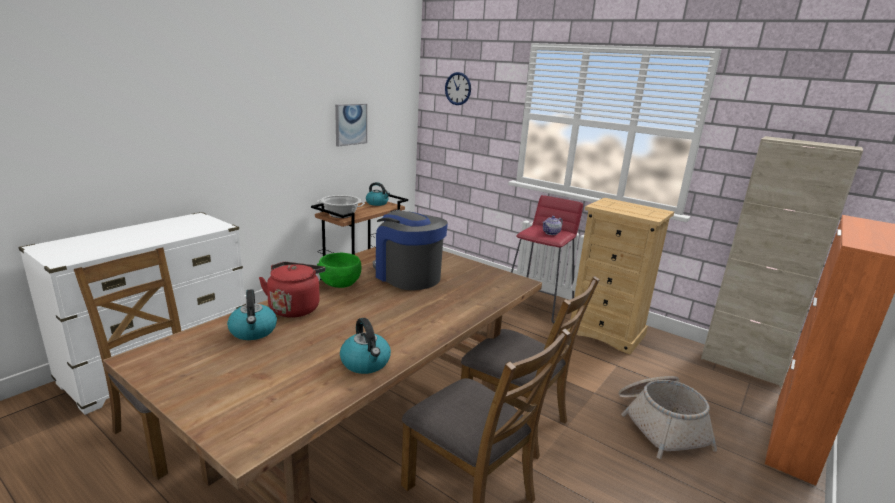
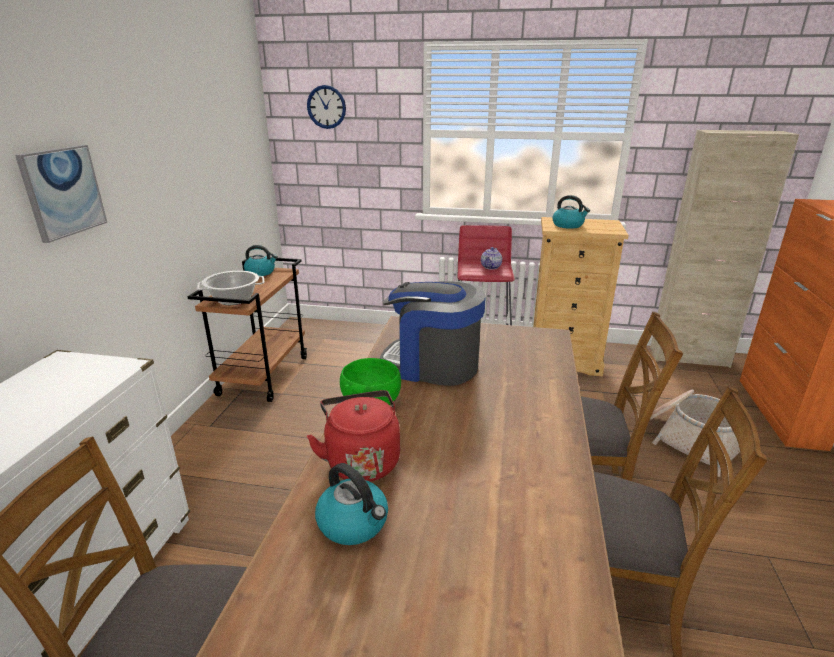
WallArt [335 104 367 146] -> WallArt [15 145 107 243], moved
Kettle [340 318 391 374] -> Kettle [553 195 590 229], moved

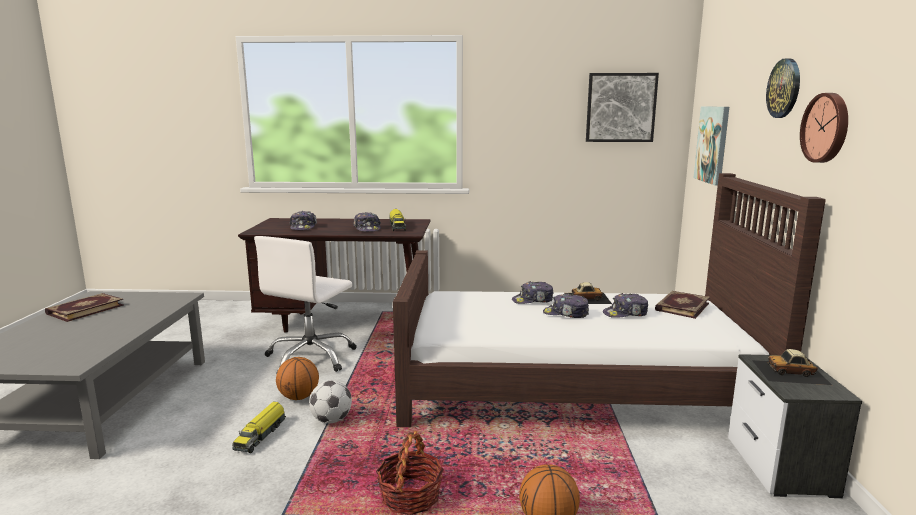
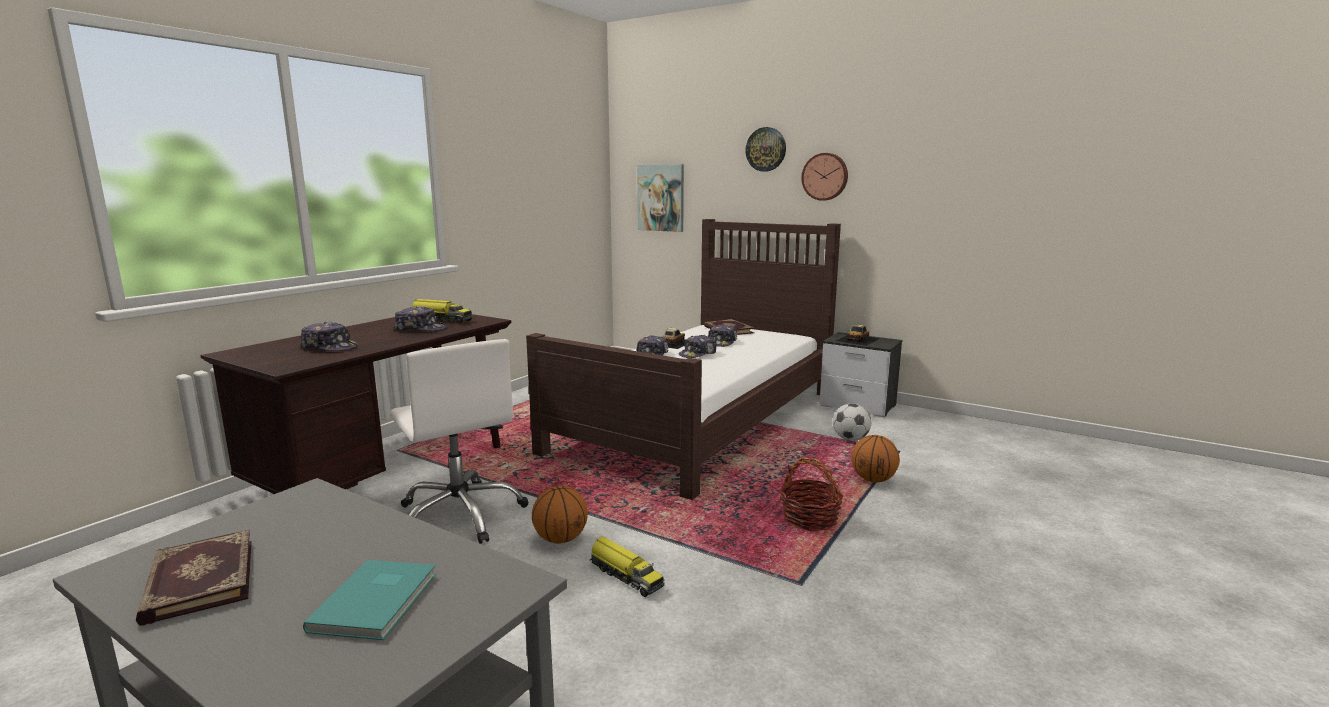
WallArt [586 73 659 142] -> none
FootballBall [309 380 352 423] -> FootballBall [833 403 871 441], moved
none -> BlueGreenBoundBook [303 560 436 640]

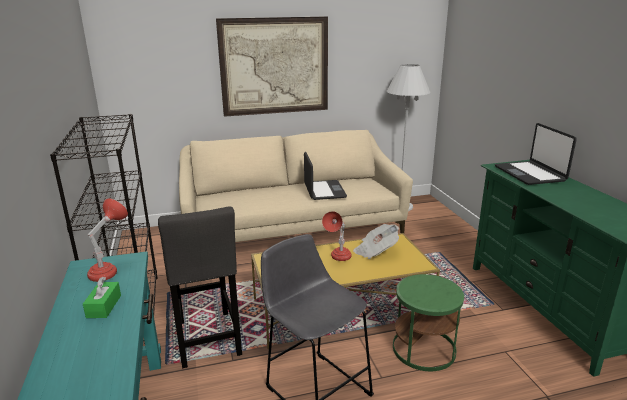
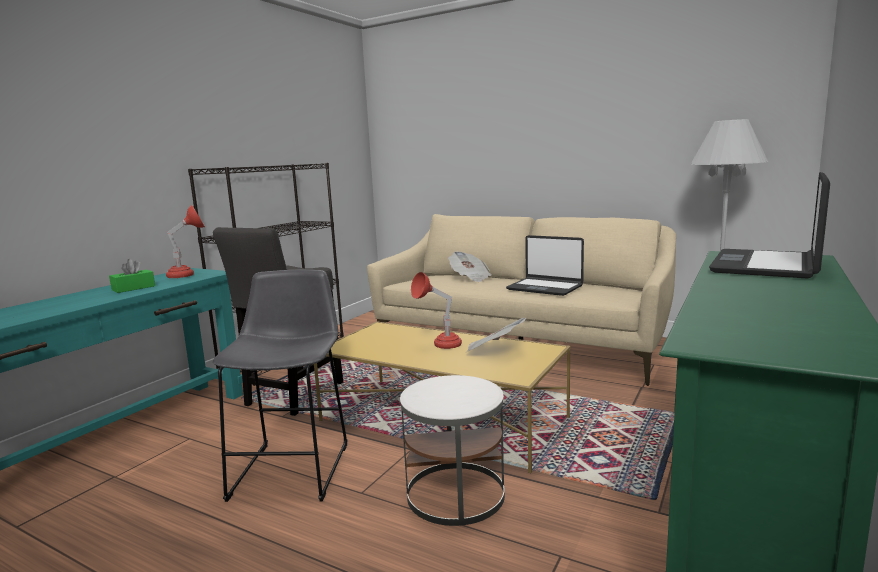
WallArt [216 16 328 117] -> none
Laptop [304 152 347 200] -> Laptop [506 235 584 296], 90 degrees clockwise
GreenishEndTable [393 274 464 371] -> WhiteColouredEndTable [400 375 505 526]
none -> PrintedPaper [448 251 492 282]

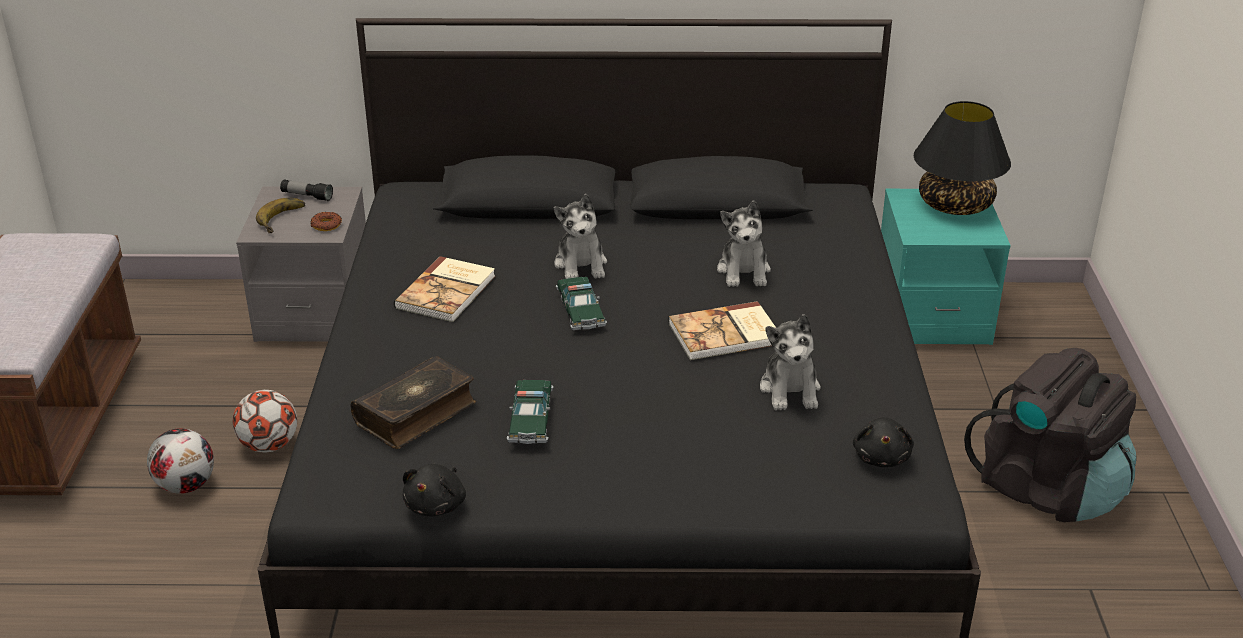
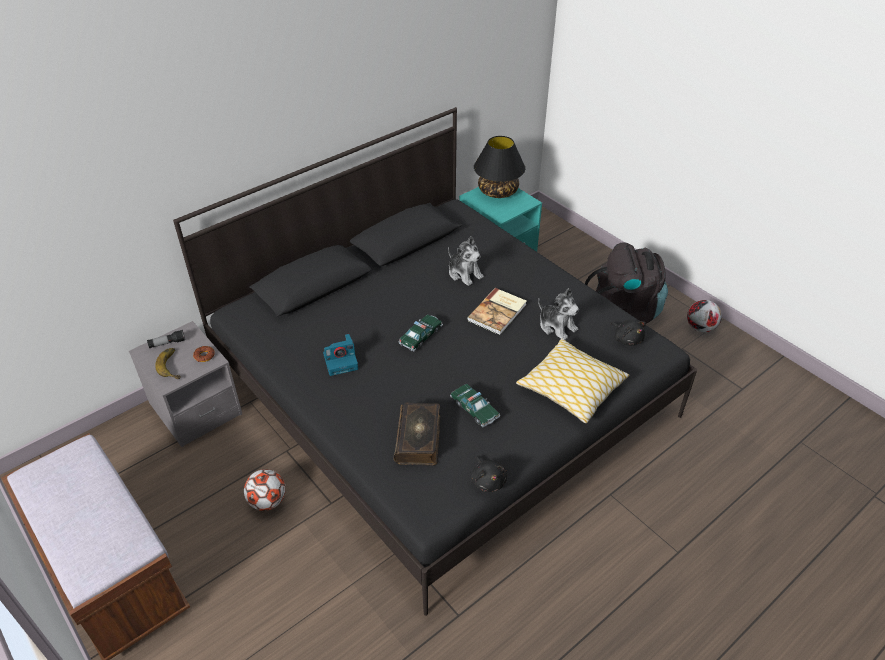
SoftToy [554 194 607 279] -> none
BoundBook [394 256 495 322] -> StillCamera [323 334 358 376]
ToyCar [556 277 607 330] -> ToyCar [398 314 443 351], 90 degrees counterclockwise
FootballBall [147 428 214 494] -> FootballBall [687 300 722 332], moved
none -> Pillow [516 339 629 423]

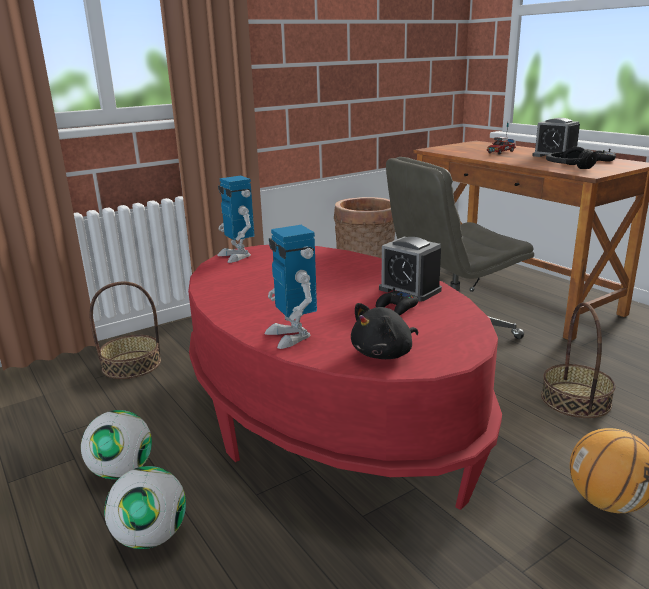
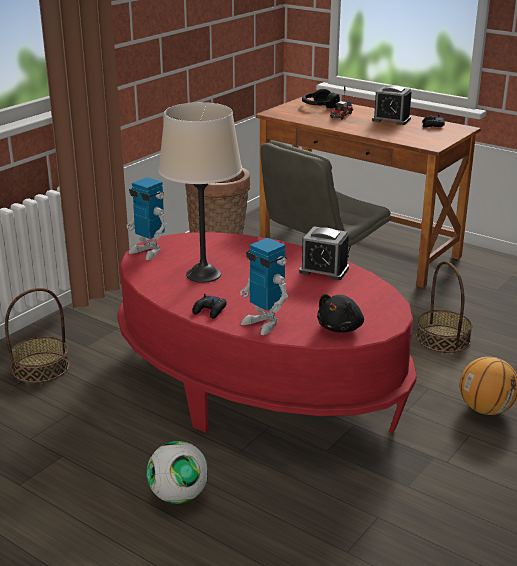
BlackColouredHeadset [546 147 597 169] -> BlackColouredHeadset [302 89 340 108], moved
BlackColouredGamepad [376 288 419 315] -> BlackColouredGamepad [192 294 227 319], moved
FootballBall [81 410 152 479] -> none
none -> BeigeColouredTableLamp [158 102 242 283]

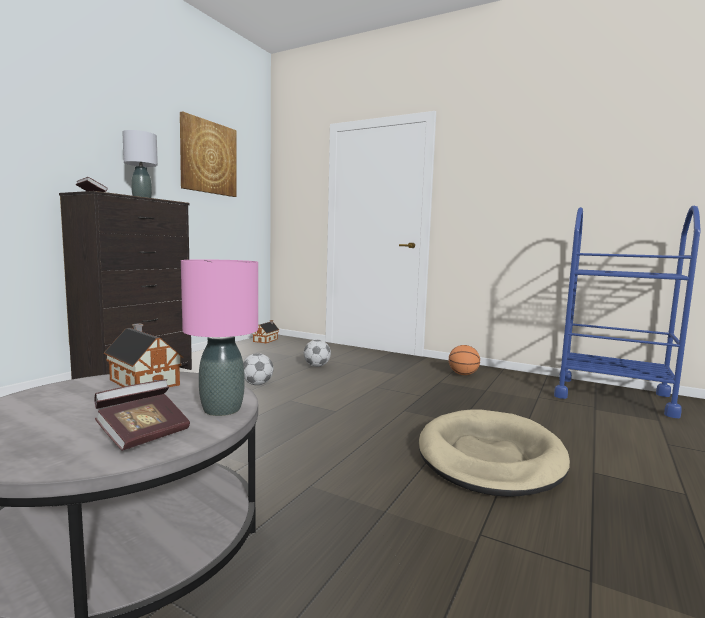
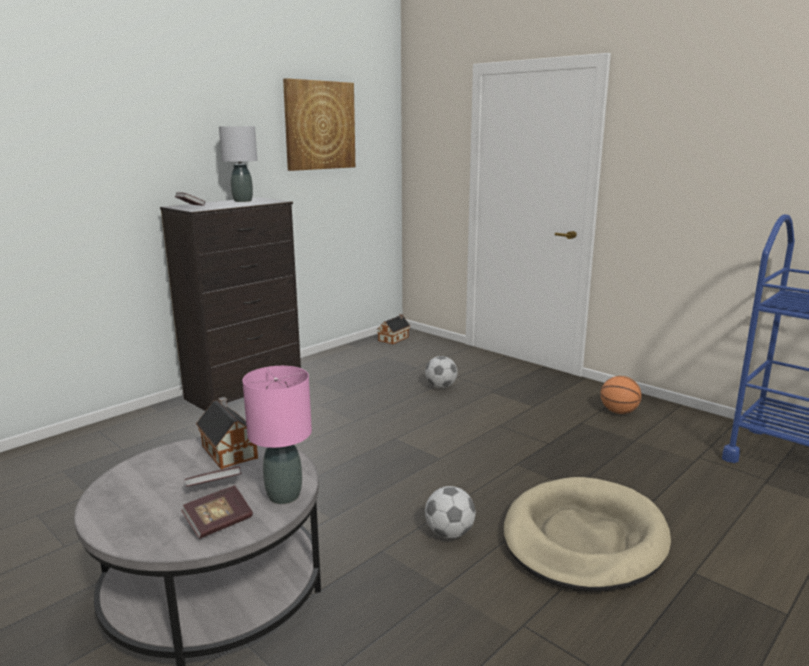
FootballBall [243 353 273 385] -> FootballBall [425 486 476 539], moved

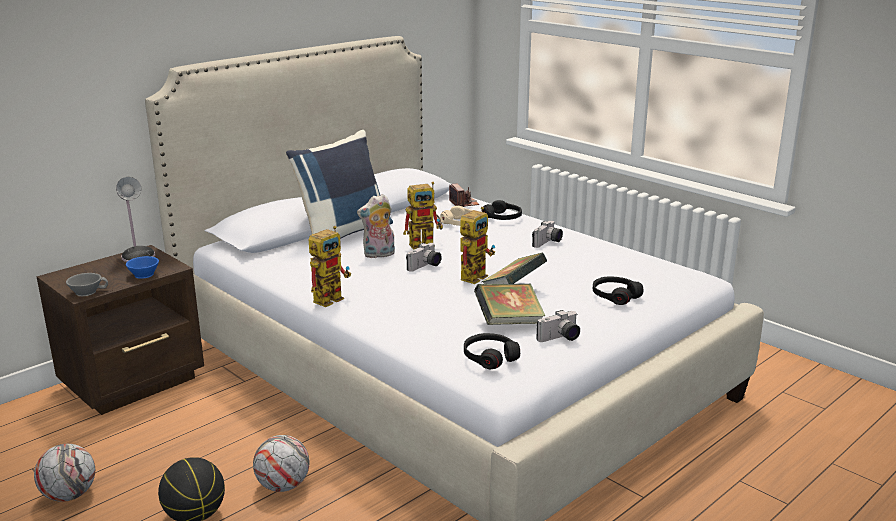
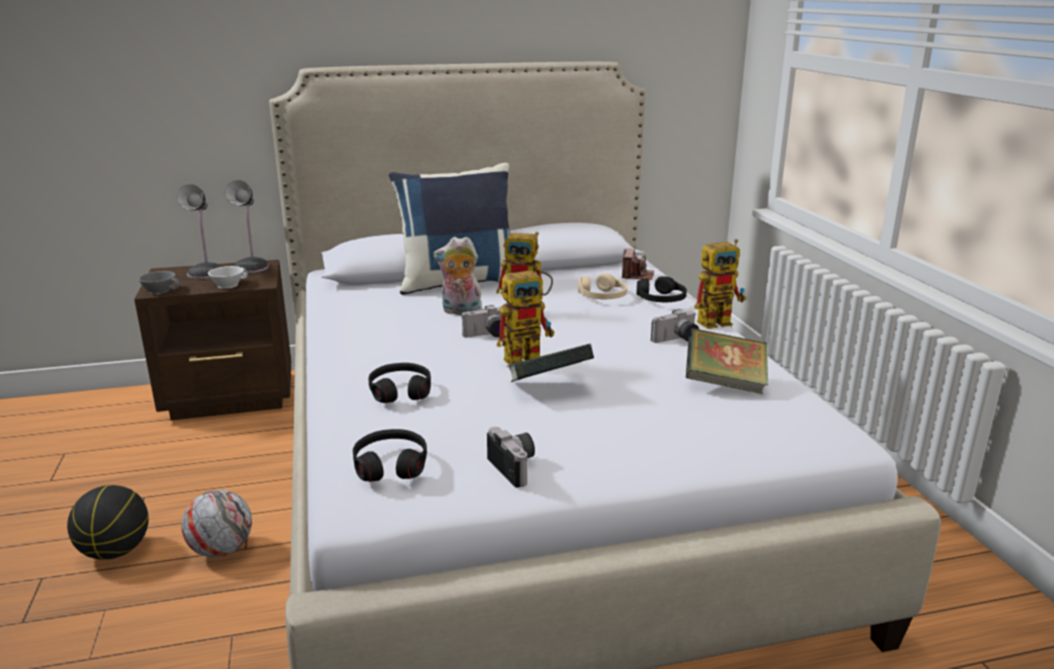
RobotFigure [308 226 351 307] -> RobotFigure [694 239 746 329], moved
BluishSmallCup [126 256 159 279] -> WhiteColouredSmallCup [208 266 248 289]
BlackColouredHeadset [593 277 644 305] -> BlackColouredHeadset [368 363 431 403], moved
BoundBook [474 283 546 325] -> BoundBook [686 328 768 394], moved
StillCamera [536 310 580 342] -> StillCamera [487 427 535 488], 120 degrees counterclockwise
FootballBall [34 444 95 502] -> none
none -> TableLamp [177 184 222 279]

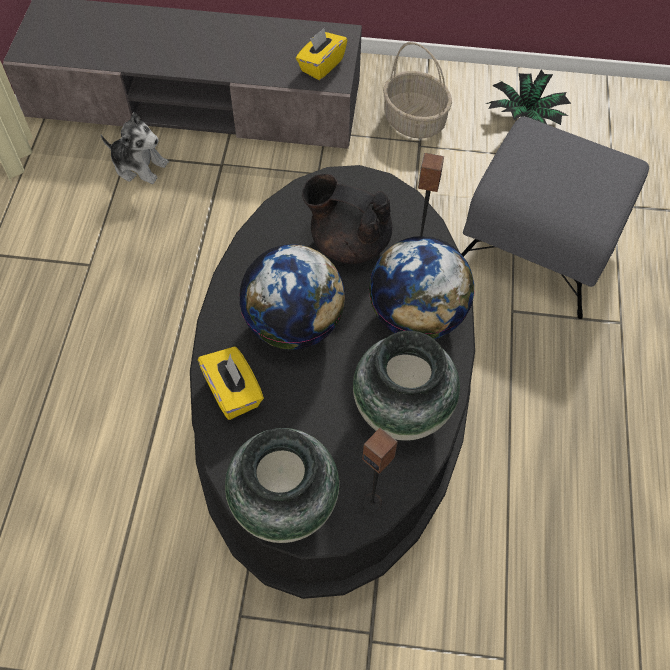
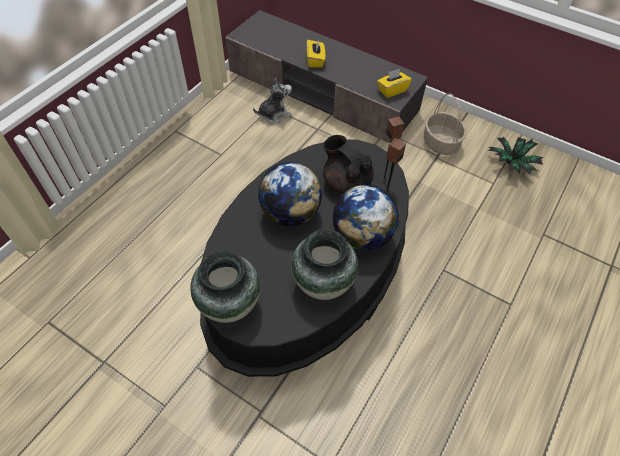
SoftToy [101 112 169 184] -> SoftToy [253 78 292 123], 75 degrees counterclockwise
GreyPouffe [461 117 649 319] -> none
YellowBoxOfTissues [198 346 264 420] -> YellowBoxOfTissues [306 40 325 67], moved
Speaker [362 428 398 512] -> Speaker [379 116 404 183], moved

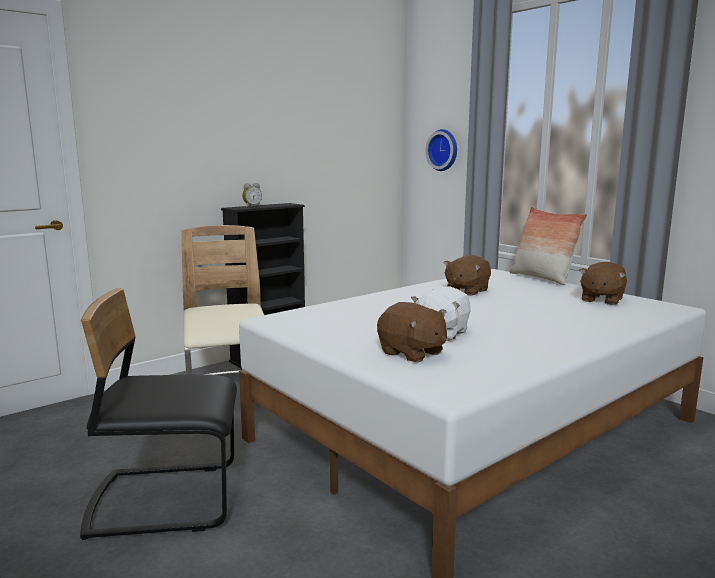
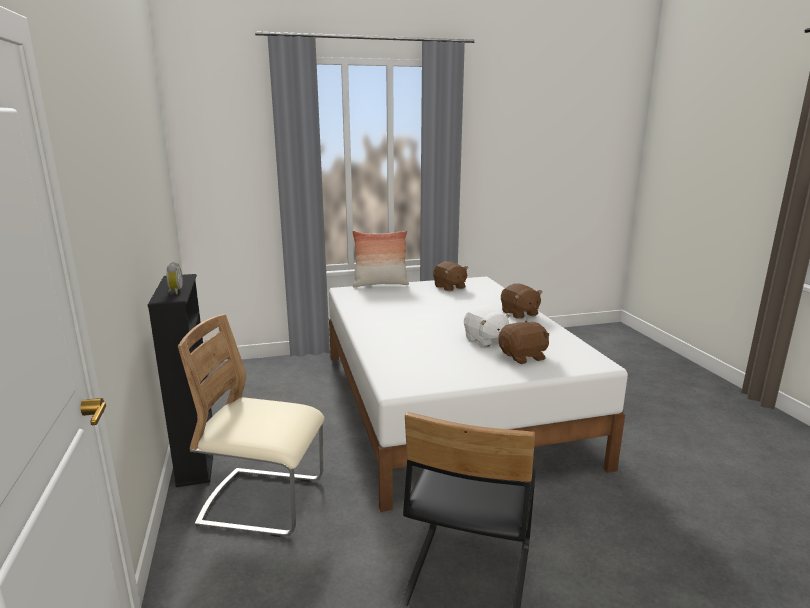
WallClock [425 129 457 171] -> none
BrownColouredSoftToy [444 255 491 296] -> BrownColouredSoftToy [501 283 542 319], moved

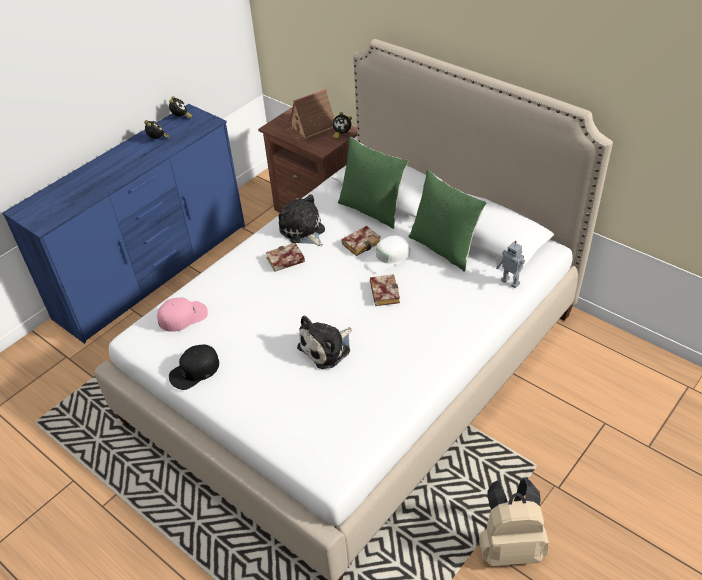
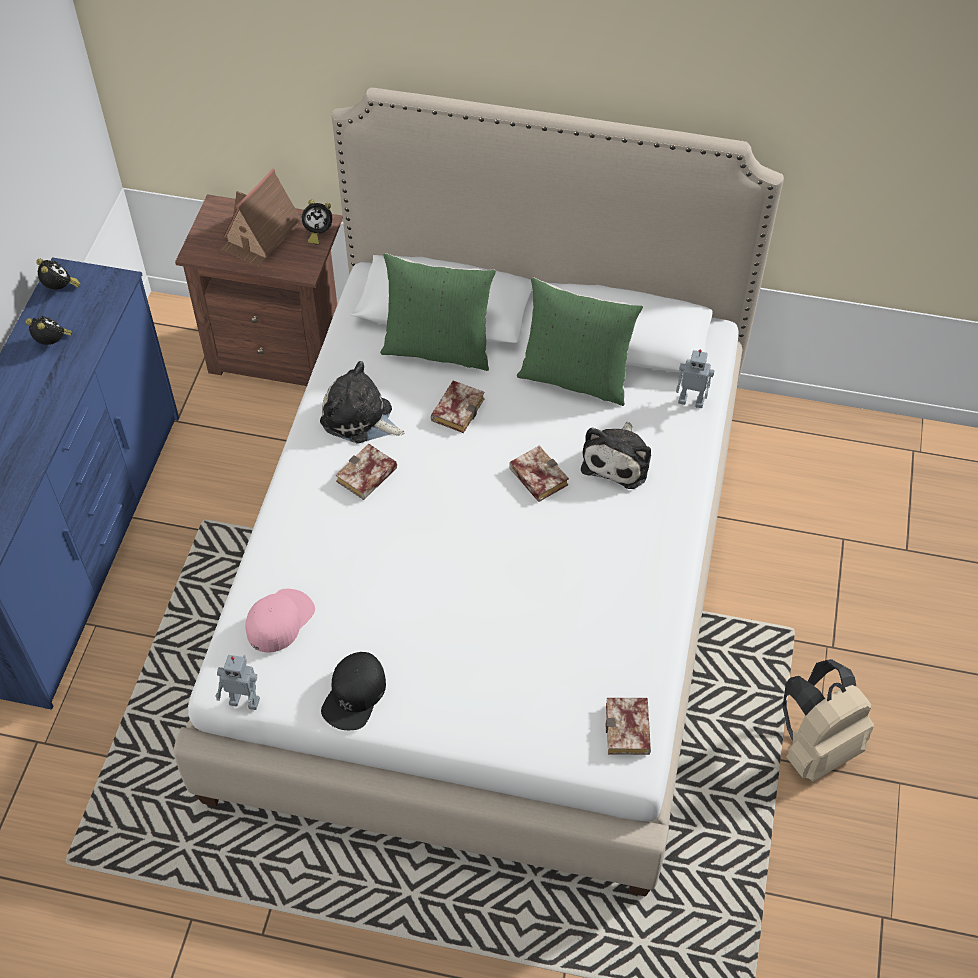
WhiteColouredBaseballCap [364 235 410 274] -> none
SoftToy [297 316 352 369] -> SoftToy [581 422 651 489], moved
none -> RobotFigure [215 655 260 710]
none -> BoundBook [606 698 651 755]

